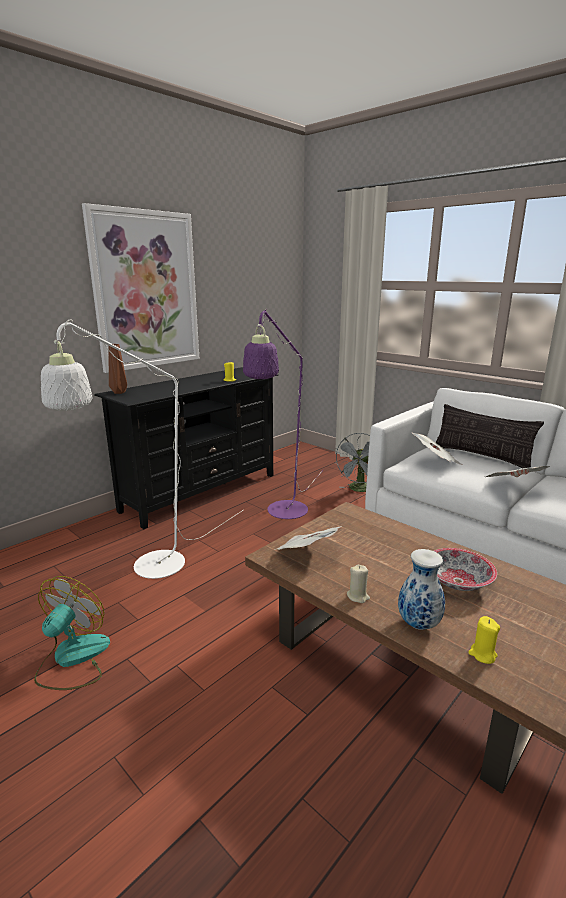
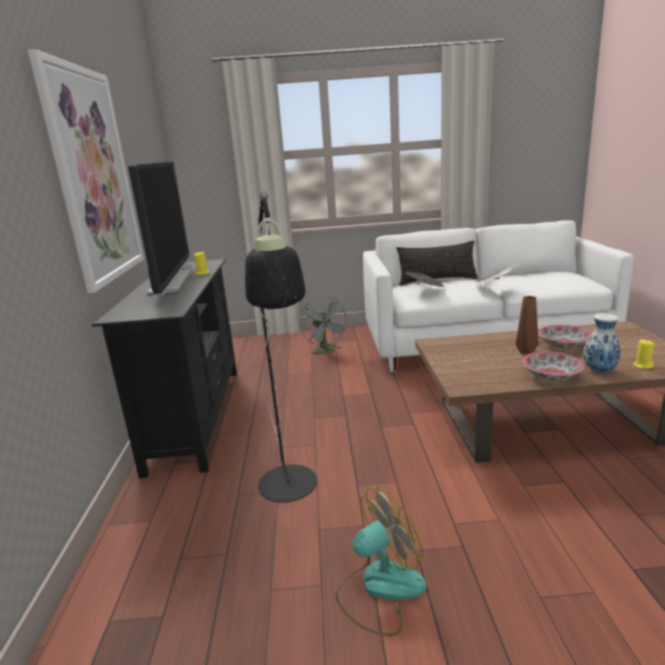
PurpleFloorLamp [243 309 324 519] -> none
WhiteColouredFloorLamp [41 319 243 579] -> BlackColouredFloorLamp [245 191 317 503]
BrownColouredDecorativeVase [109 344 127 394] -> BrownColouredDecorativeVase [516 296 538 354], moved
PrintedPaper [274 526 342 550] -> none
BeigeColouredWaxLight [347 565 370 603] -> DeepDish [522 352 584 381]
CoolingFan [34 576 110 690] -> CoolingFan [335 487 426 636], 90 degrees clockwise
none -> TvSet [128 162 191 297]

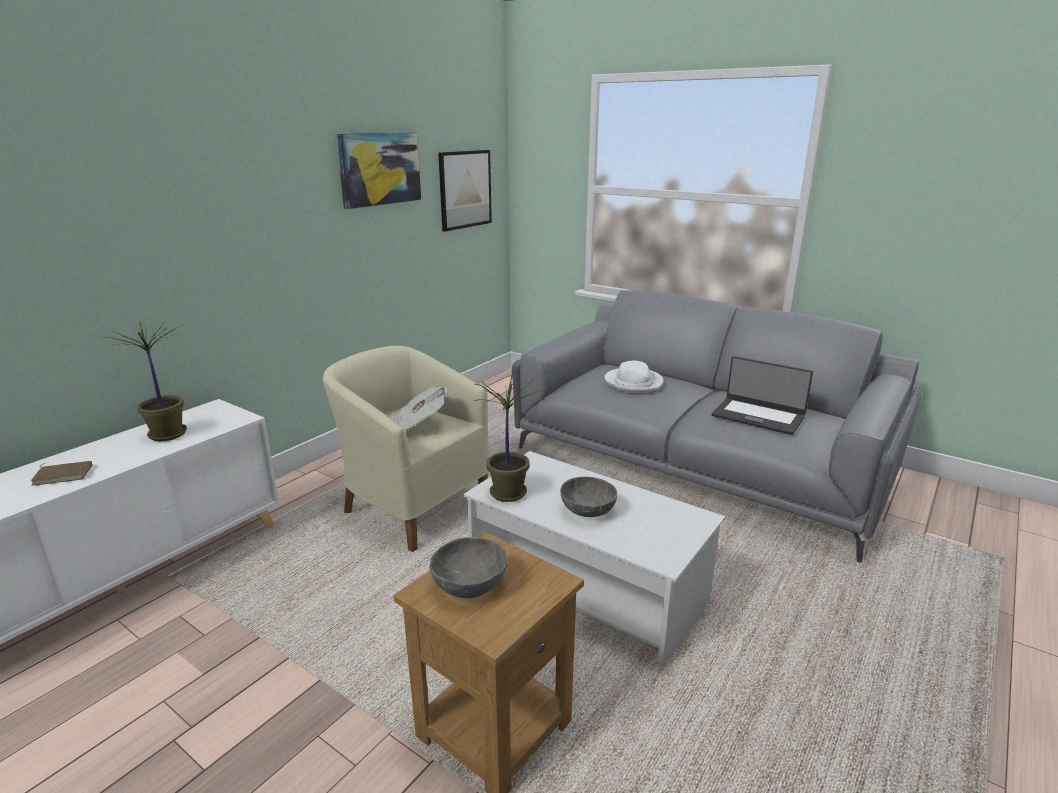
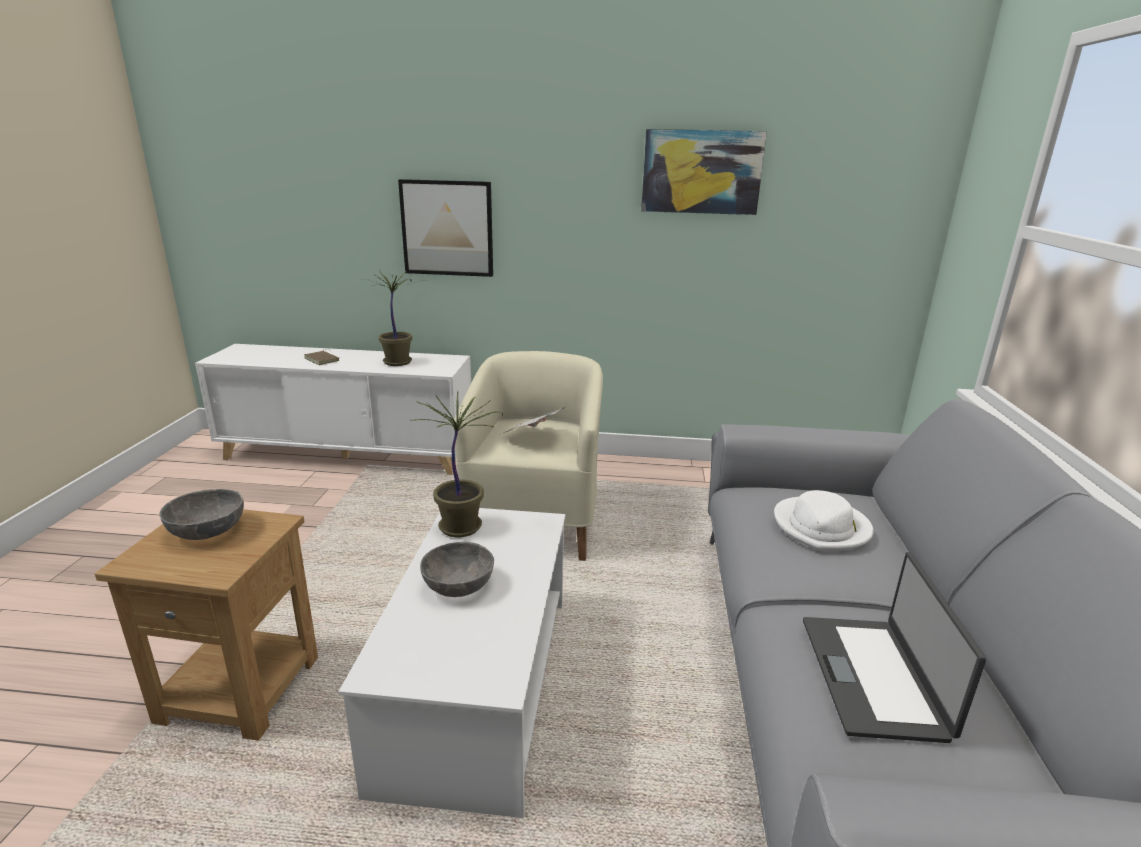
WallArt [438 150 492 232] -> WallArt [398 179 493 277], moved

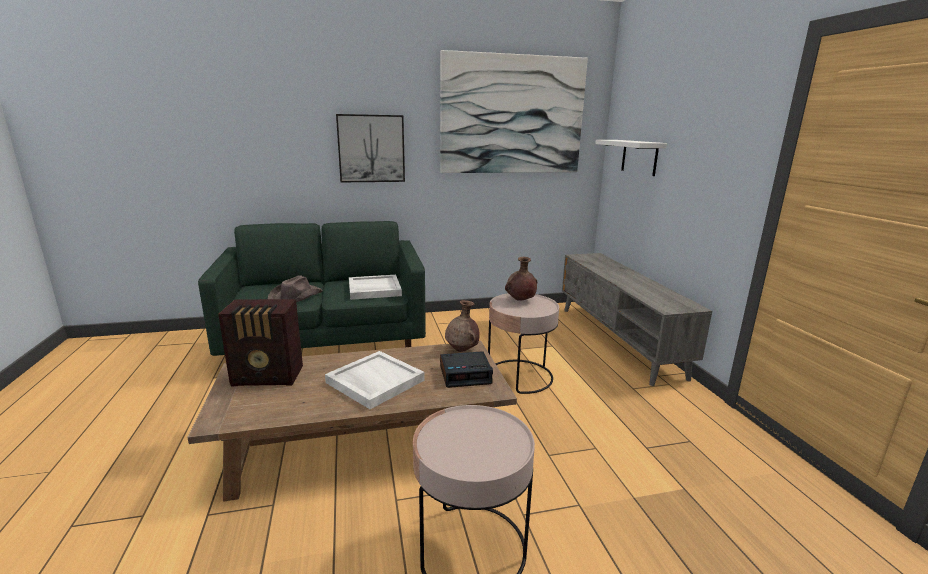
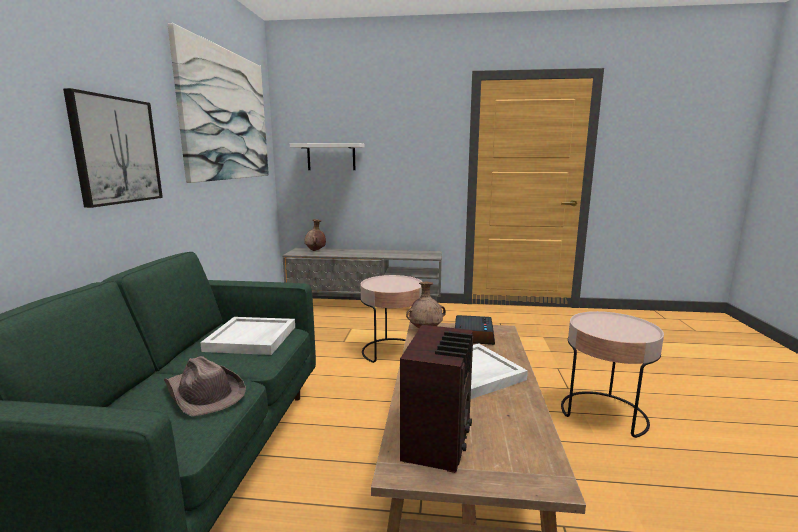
BrownColouredDecorativeVase [505 257 537 301] -> BrownColouredDecorativeVase [304 219 326 251], moved

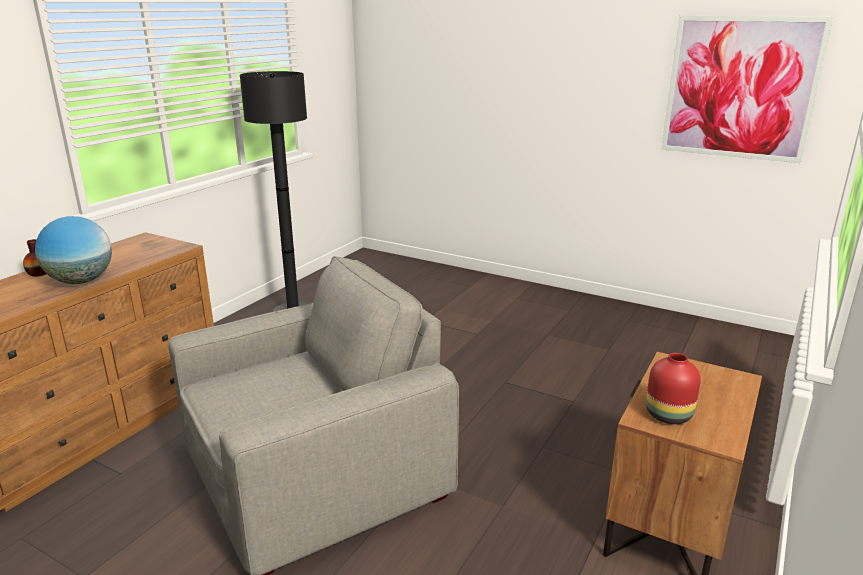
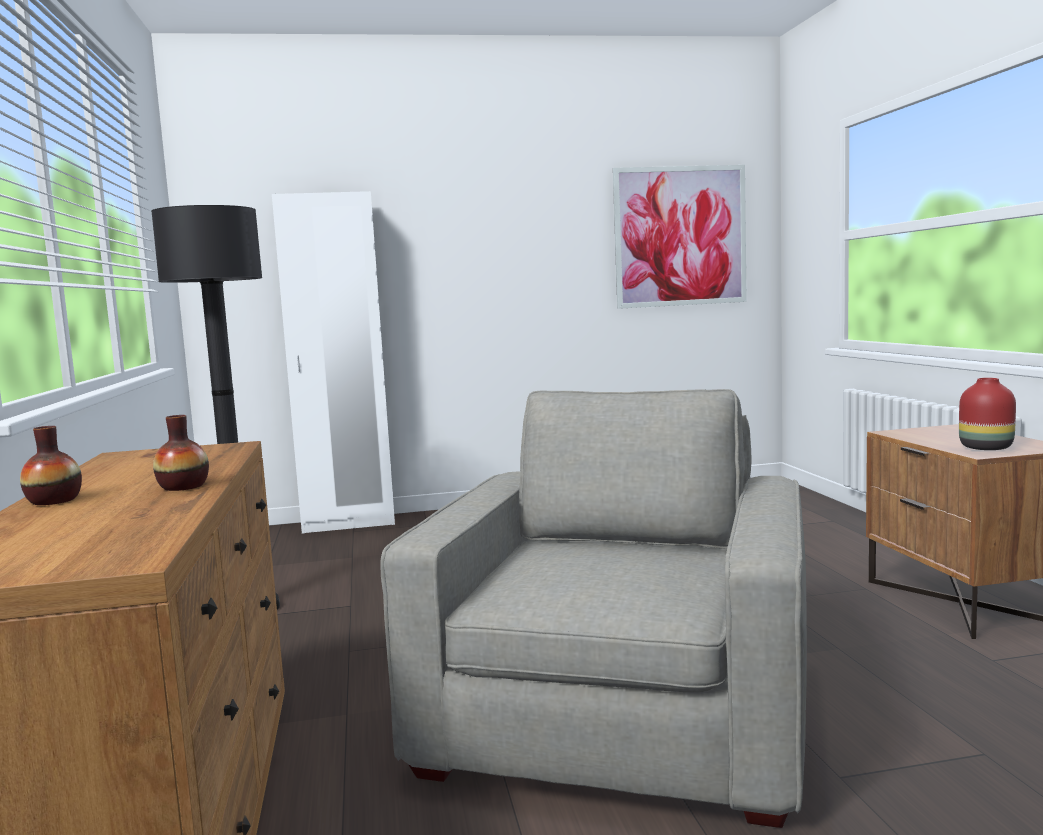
DeskGlobe [35 216 112 284] -> DecorativeVase [153 415 209 491]
none -> WhiteColouredArmoire [272 191 395 534]

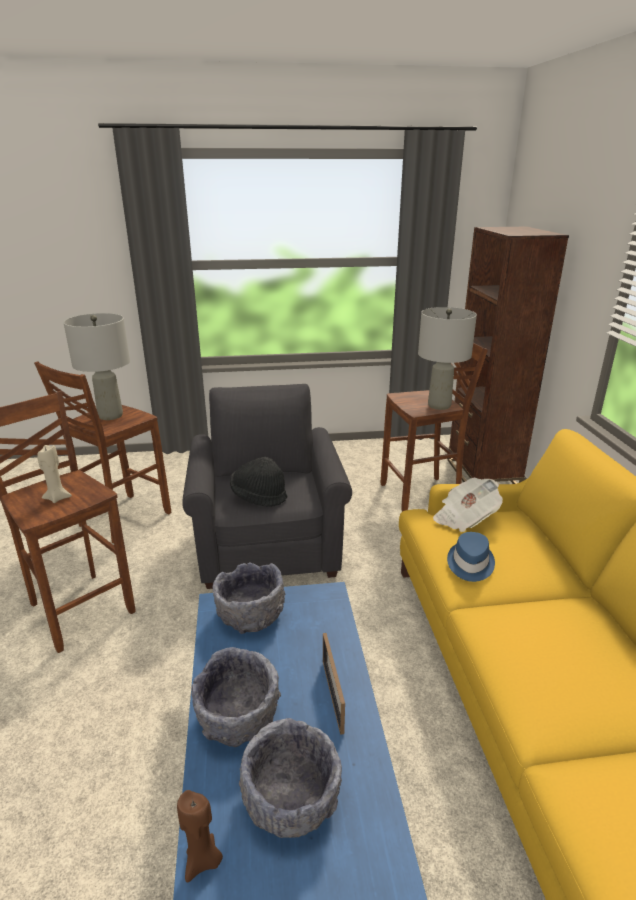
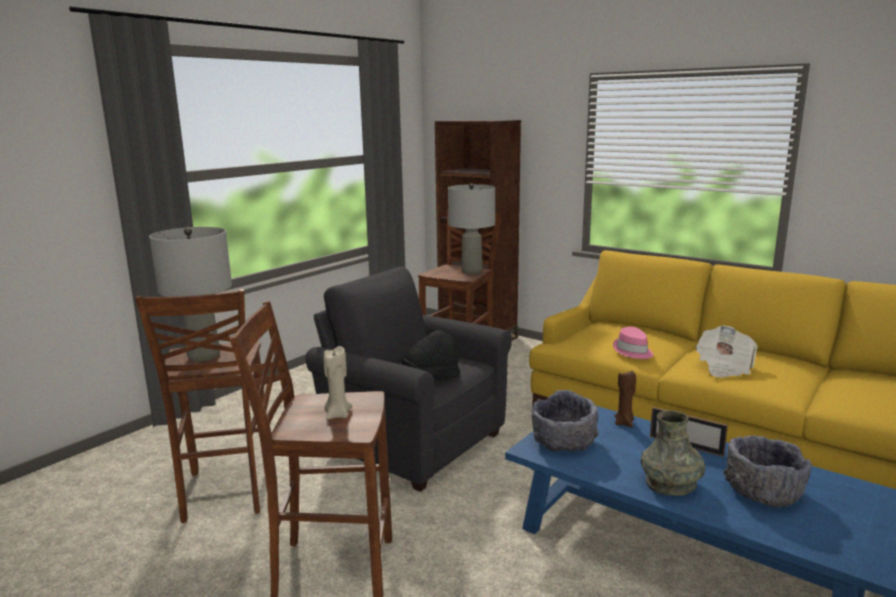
PrintedPaper [433 478 503 532] -> PrintedPaper [696 325 758 378], moved
BluishHat [447 532 495 582] -> PinkishHat [613 327 653 359]
GreyDeepDish [191 647 281 747] -> GreyDecorativeVase [641 411 705 496]
BrownColouredWaxLight [177 790 223 882] -> BrownColouredWaxLight [614 370 636 427], moved

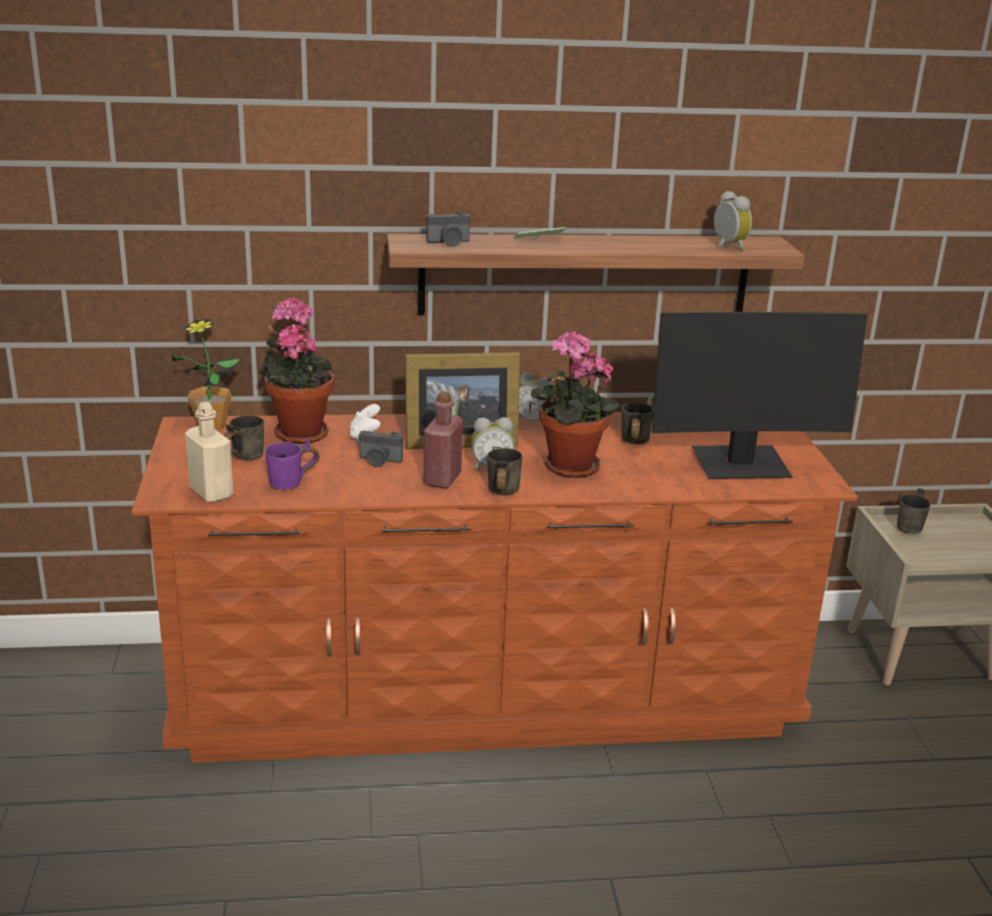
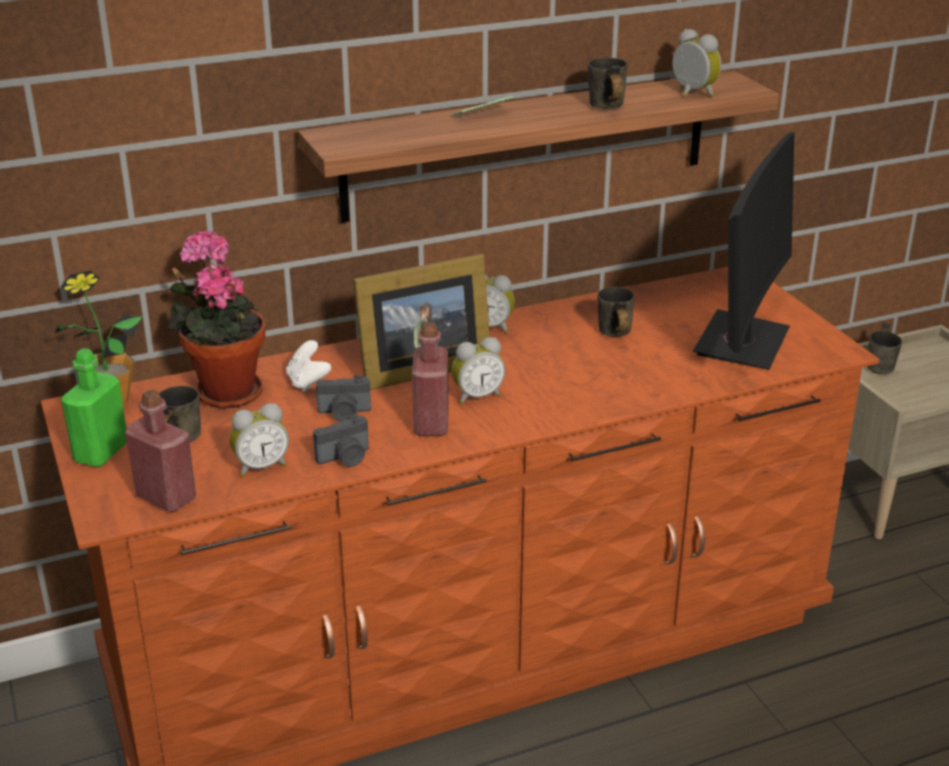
StillCamera [426 212 470 247] -> StillCamera [313 414 369 467], moved
Monitor [652 312 868 479] -> Monitor [693 132 794 370], 45 degrees counterclockwise
Houseplant [531 331 622 478] -> none
BeigeColouredBottle [185 402 233 503] -> RedColouredBottle [125 390 196 512]
PurpleTeaMug [265 438 320 490] -> BedsideClock [230 403 289 477]
GreyTeaMug [487 448 523 495] -> GreyTeaMug [588 58 627 109], moved
none -> GreenishBottle [61 348 127 467]

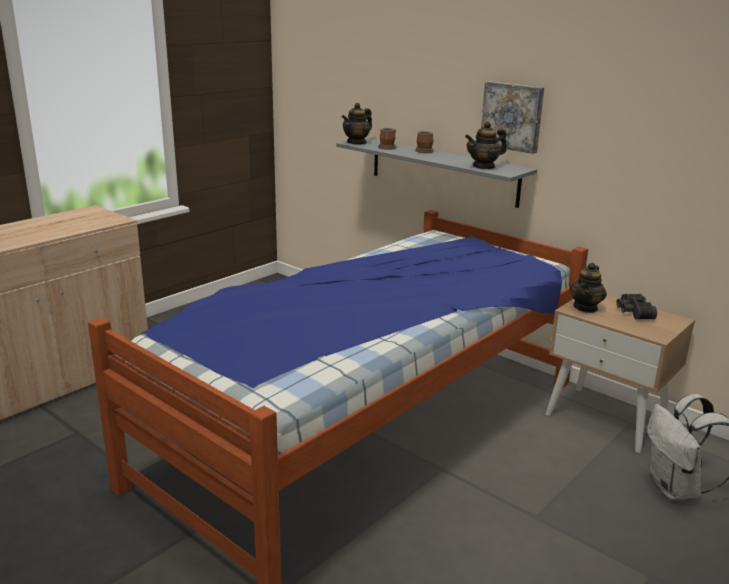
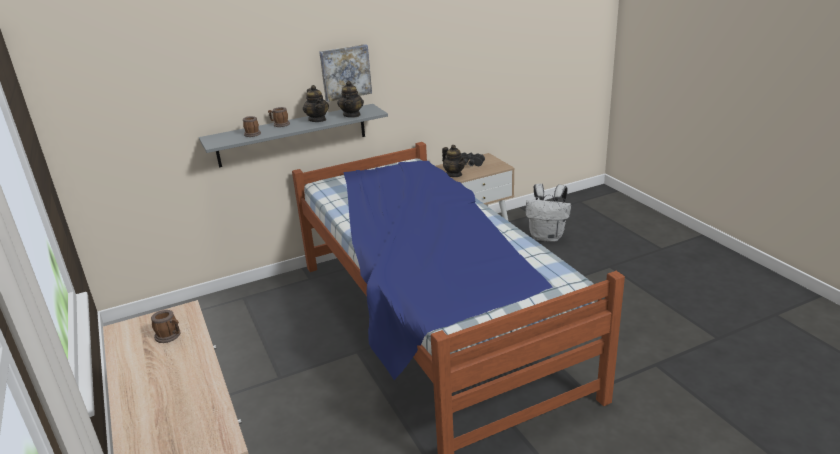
TeaPot [342 103 372 145] -> TeaPot [303 85 329 122], moved
none -> TeaMug [151 310 181 343]

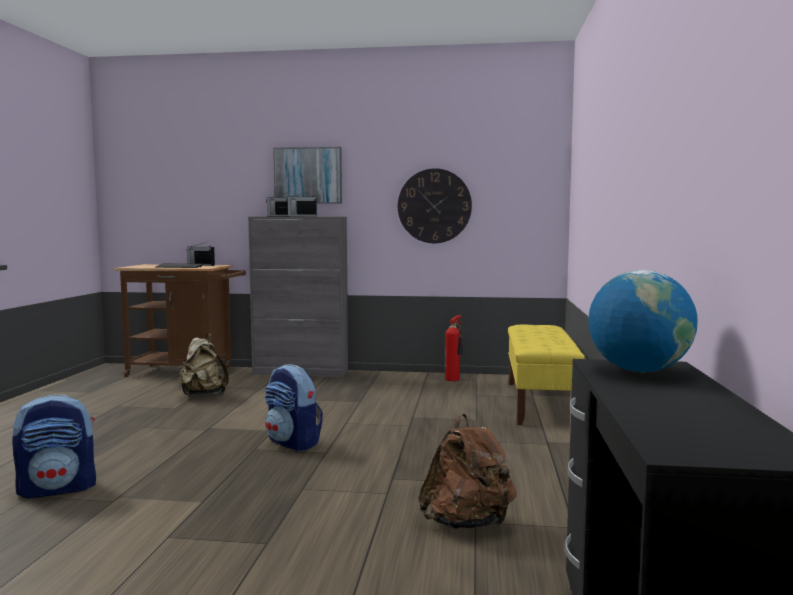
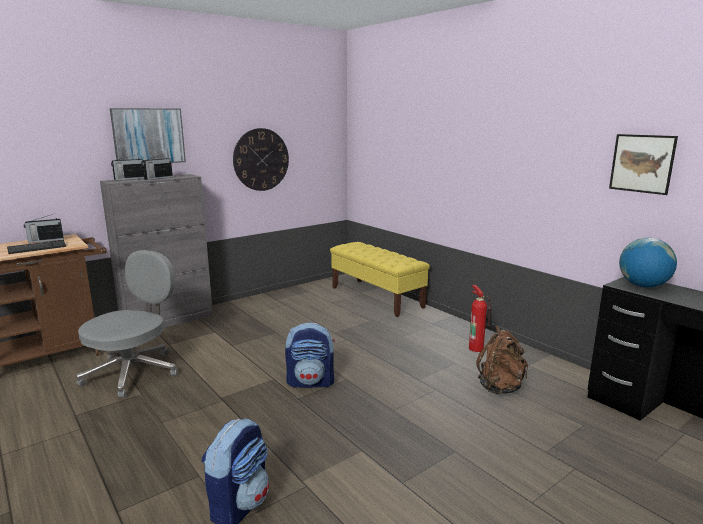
FireFightingCylinder [445 315 463 381] -> FireFightingCylinder [469 285 492 352], moved
BeigeColouredBackpack [179 333 229 396] -> GreyDeskChair [76 250 178 398]
none -> WallArt [609 134 678 195]

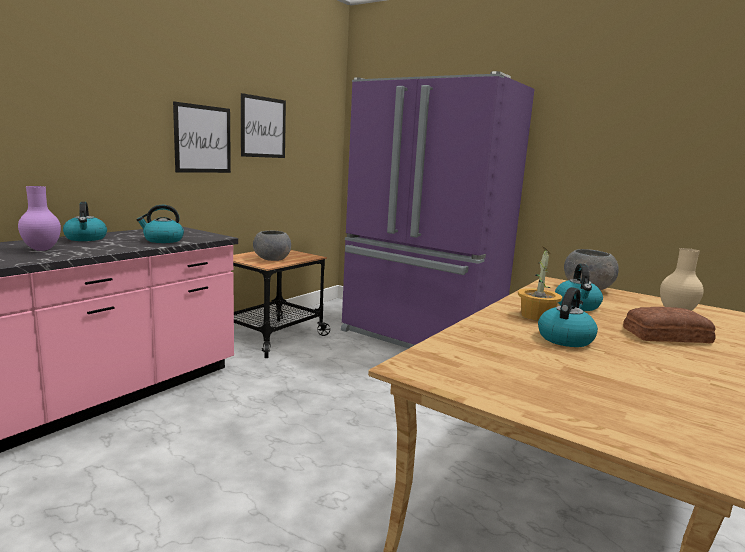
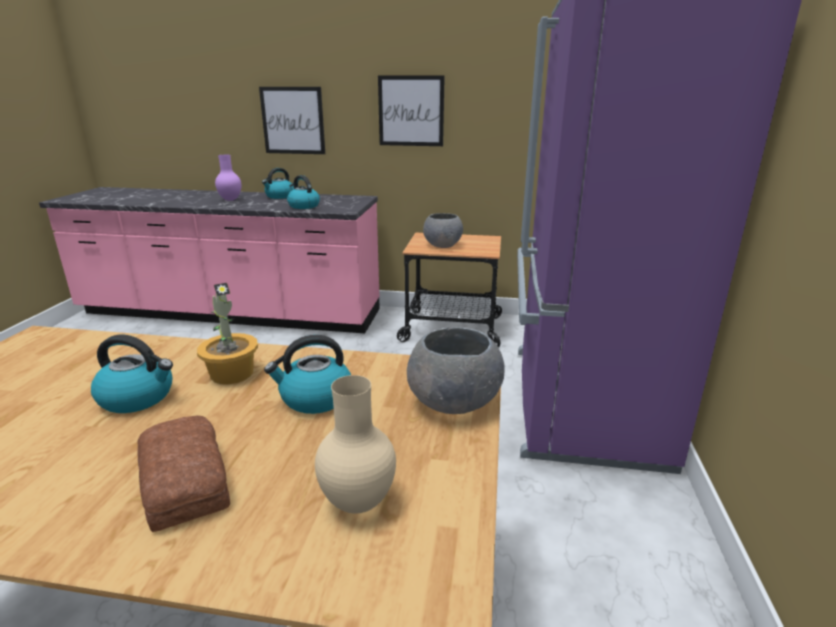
WallArt [241 93 286 158] -> WallArt [259 87 325 154], moved

